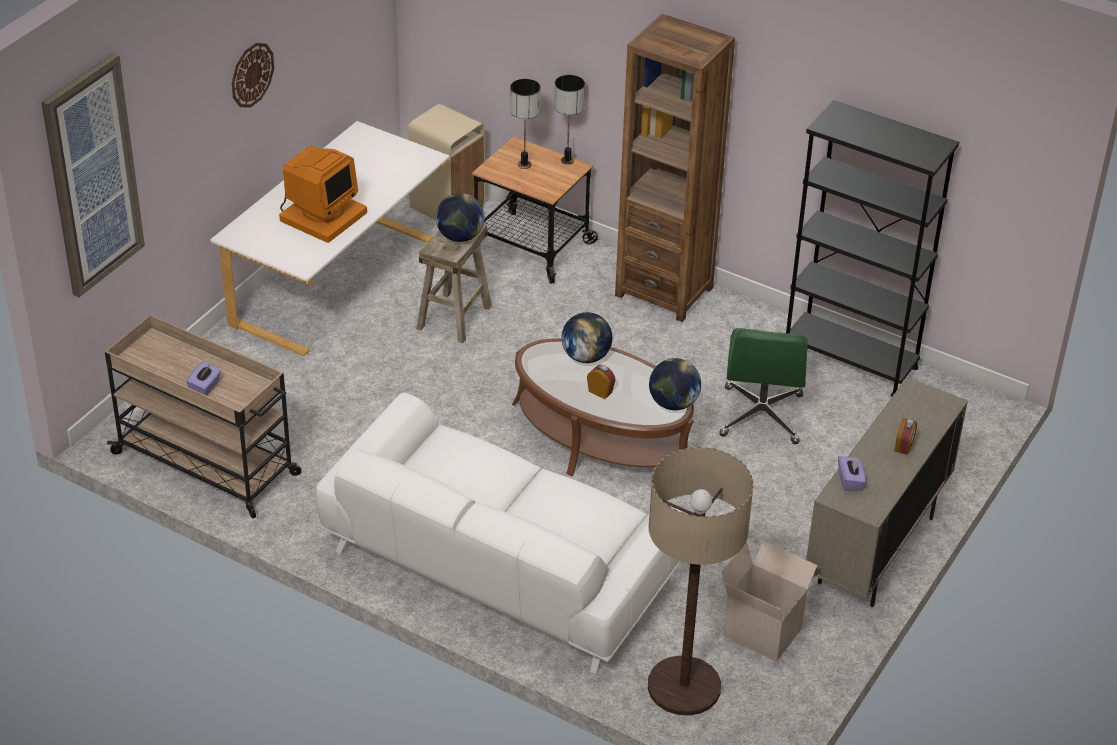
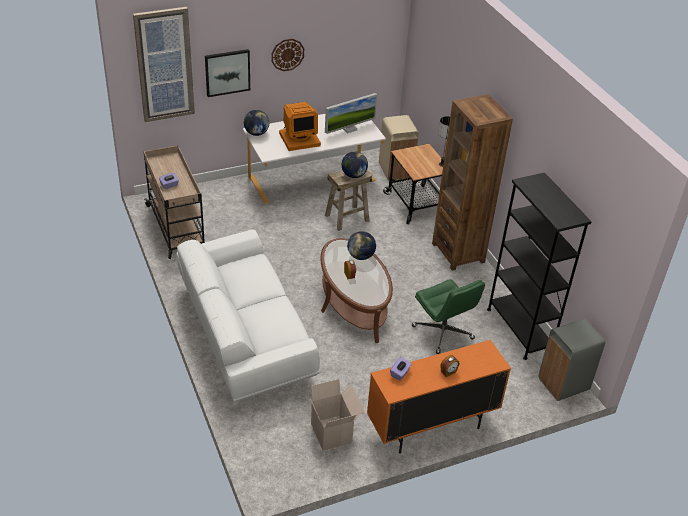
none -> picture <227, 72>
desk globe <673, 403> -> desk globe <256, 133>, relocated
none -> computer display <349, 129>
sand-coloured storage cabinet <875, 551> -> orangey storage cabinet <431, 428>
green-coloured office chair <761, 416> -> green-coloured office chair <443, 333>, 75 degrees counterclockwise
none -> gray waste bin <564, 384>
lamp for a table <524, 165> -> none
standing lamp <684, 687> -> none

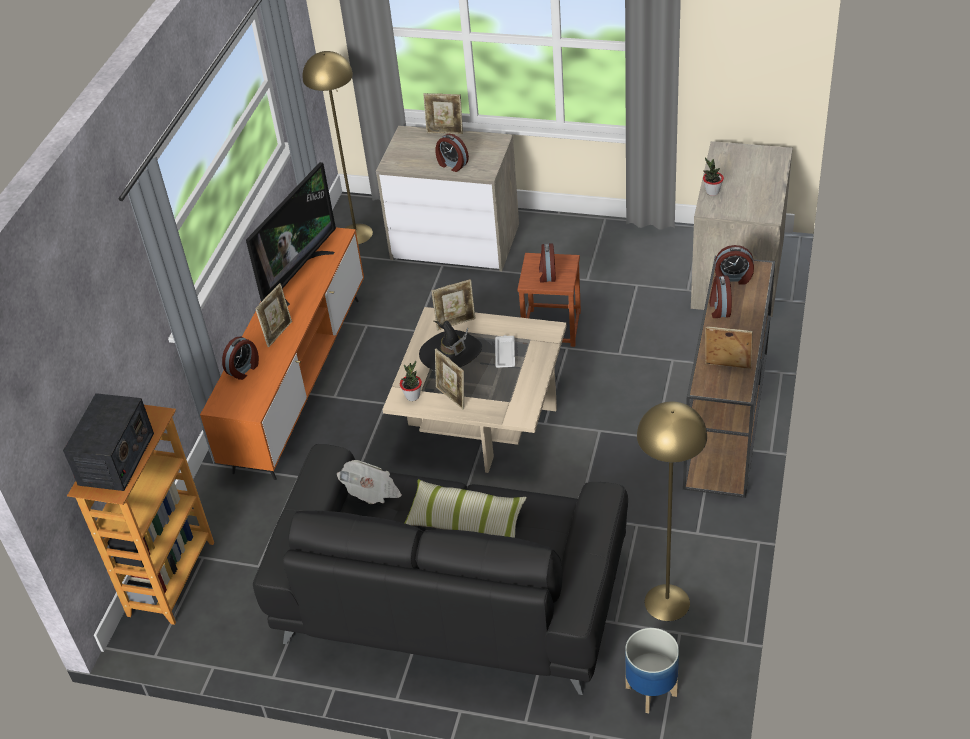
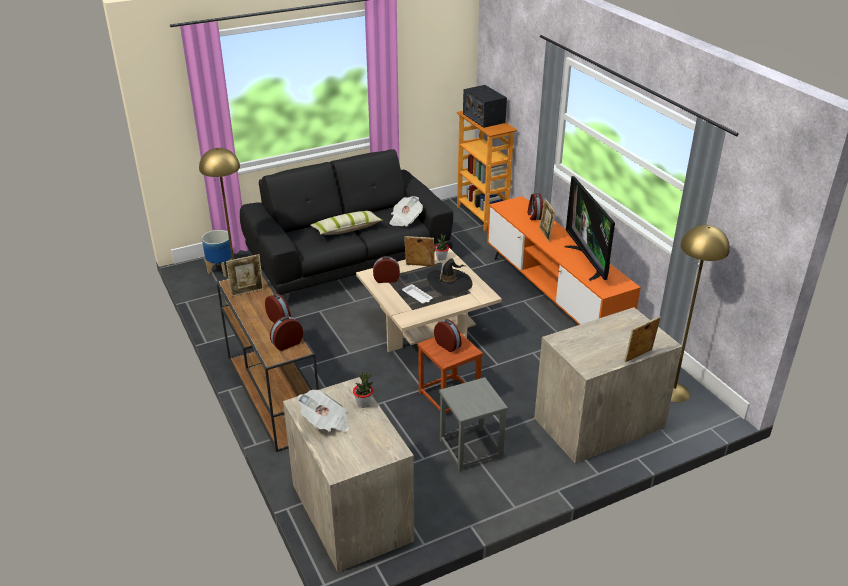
none -> printed paper <326, 422>
alarm clock <452, 165> -> alarm clock <386, 279>, relocated
none -> gray sitting stool <471, 449>
photo frame <456, 323> -> none

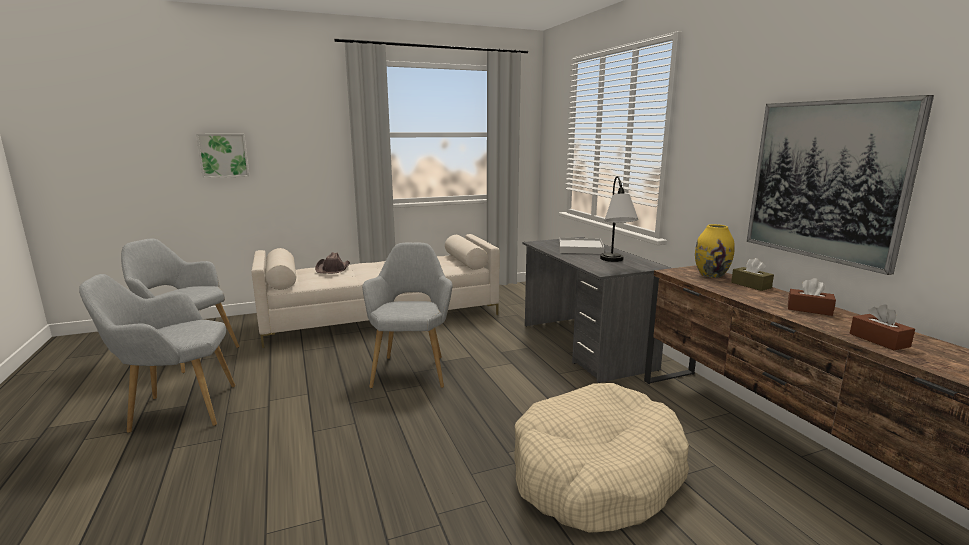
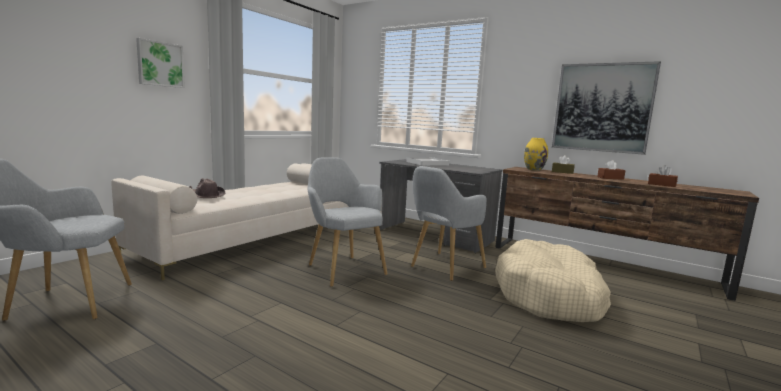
picture <223, 155> -> picture <160, 64>, relocated
gray lounge chair <176, 410> -> gray lounge chair <443, 268>, relocated
lamp for a table <614, 262> -> none

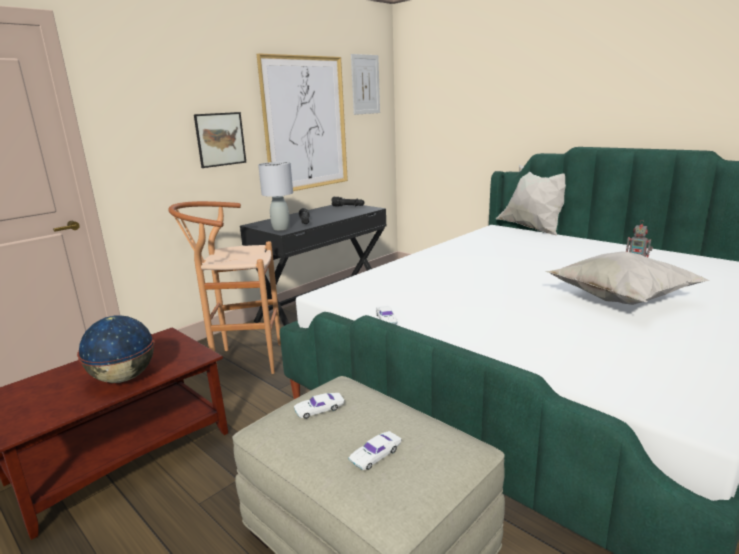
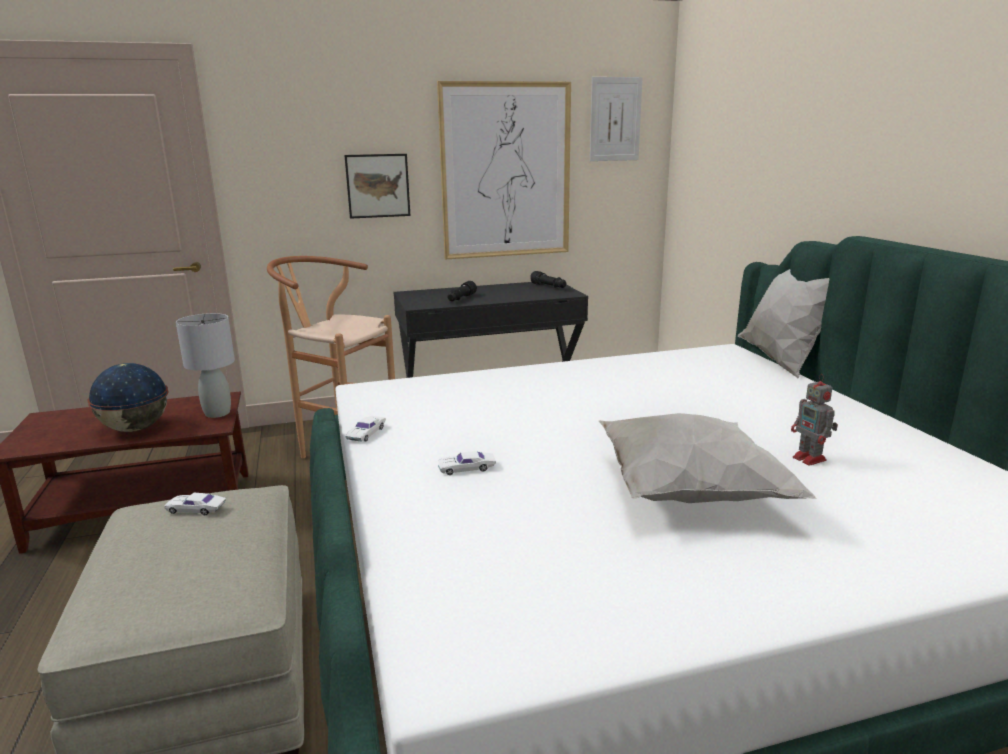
gray lamp for a table <280, 228> -> gray lamp for a table <217, 413>, relocated
whitish toy car <375, 454> -> whitish toy car <466, 468>, relocated

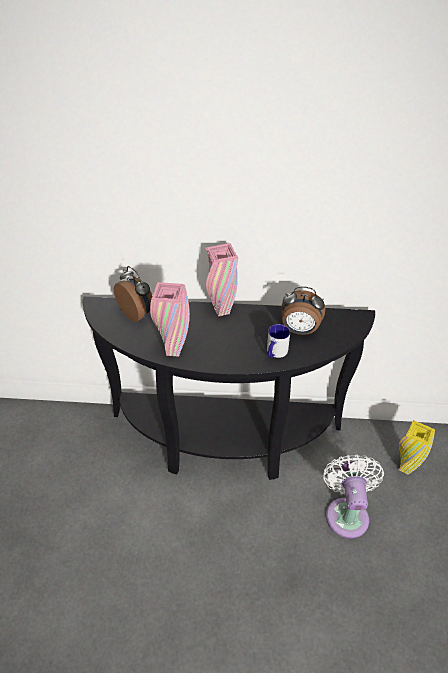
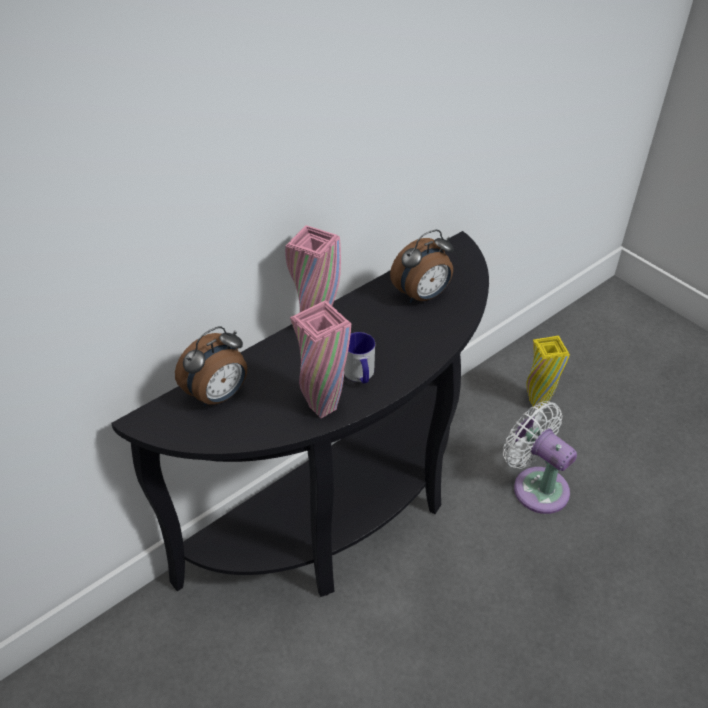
alarm clock <137, 313> -> alarm clock <218, 396>, 135 degrees clockwise
coffee mug <275, 353> -> coffee mug <360, 375>, relocated

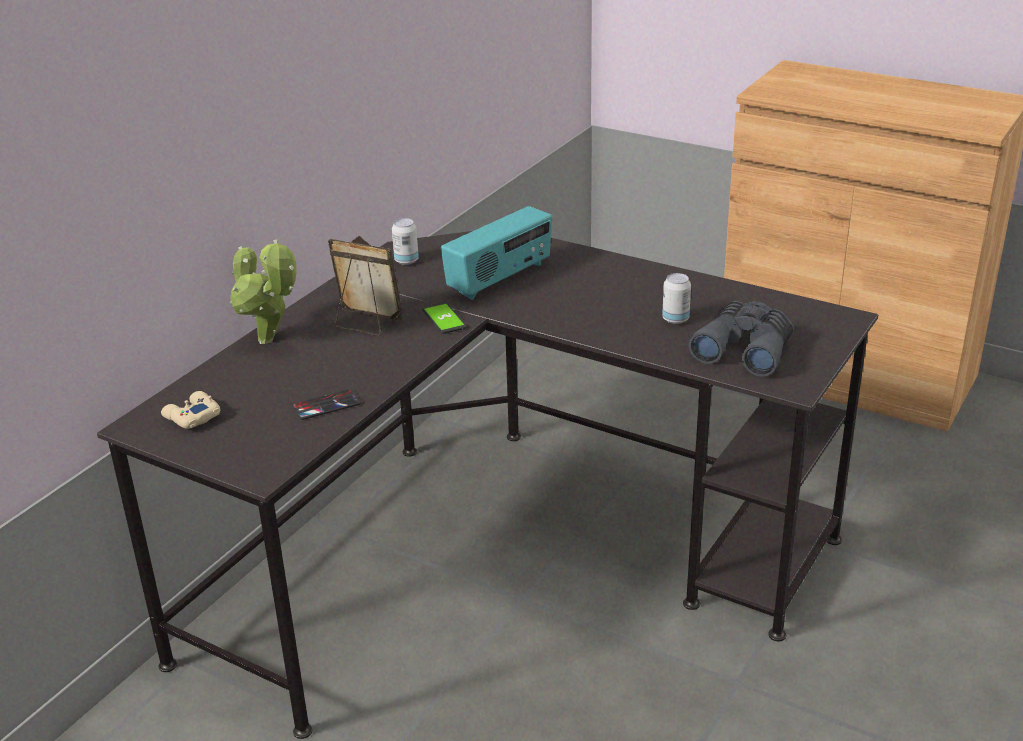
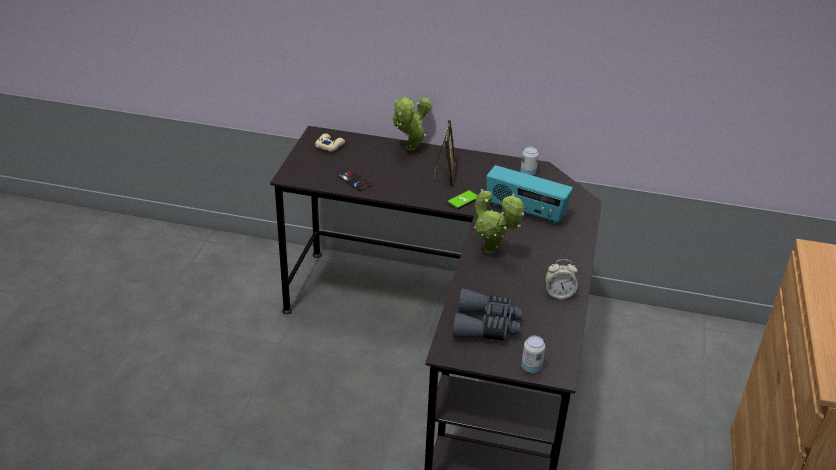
none -> potted plant <492, 252>
sealed can <675, 319> -> sealed can <531, 367>, relocated
none -> alarm clock <559, 294>

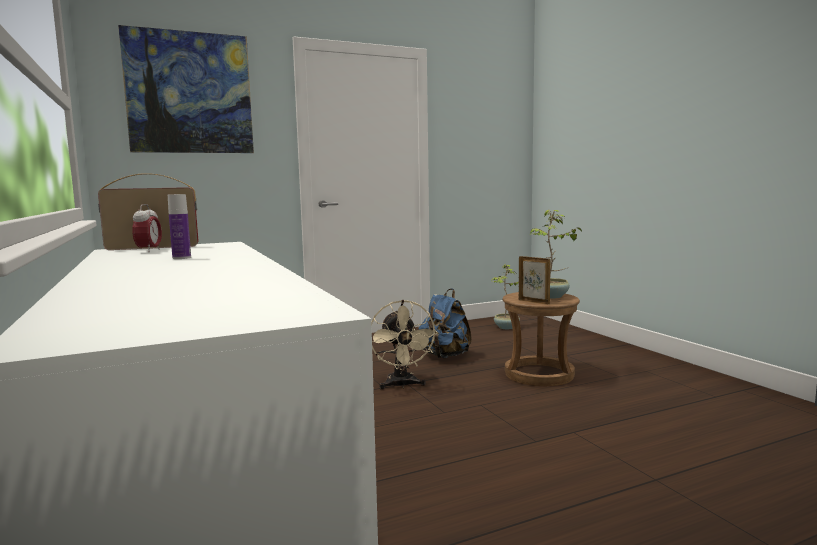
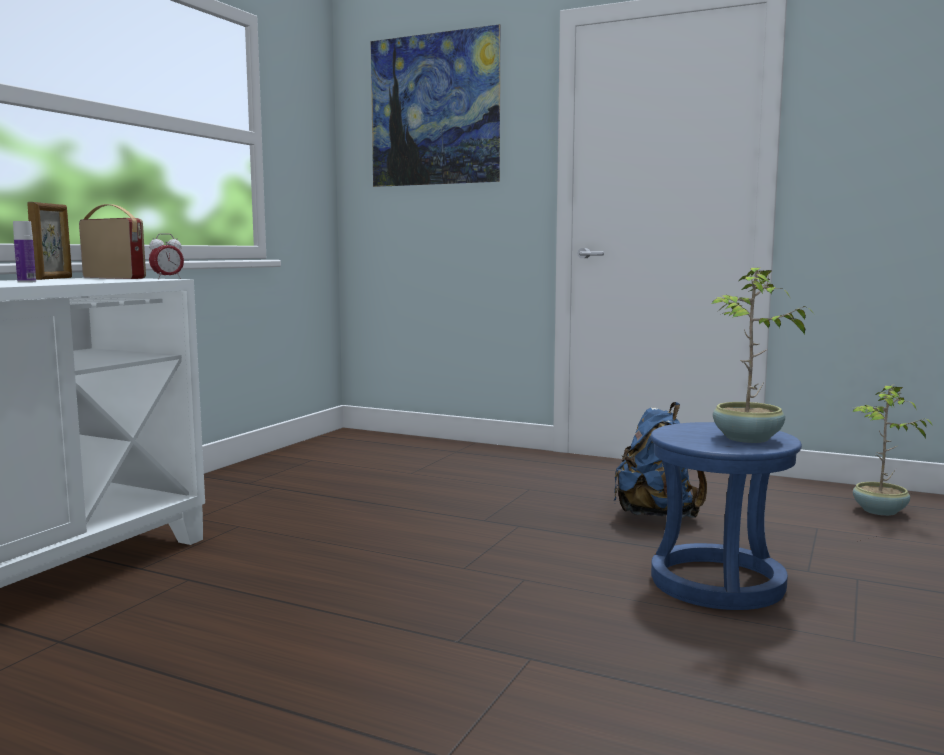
photo frame <534, 302> -> photo frame <54, 278>, relocated
alarm clock <149, 251> -> alarm clock <167, 279>, relocated
brown-coloured sitting stool <538, 374> -> blue-coloured sitting stool <716, 582>
sand-coloured fan <402, 385> -> none

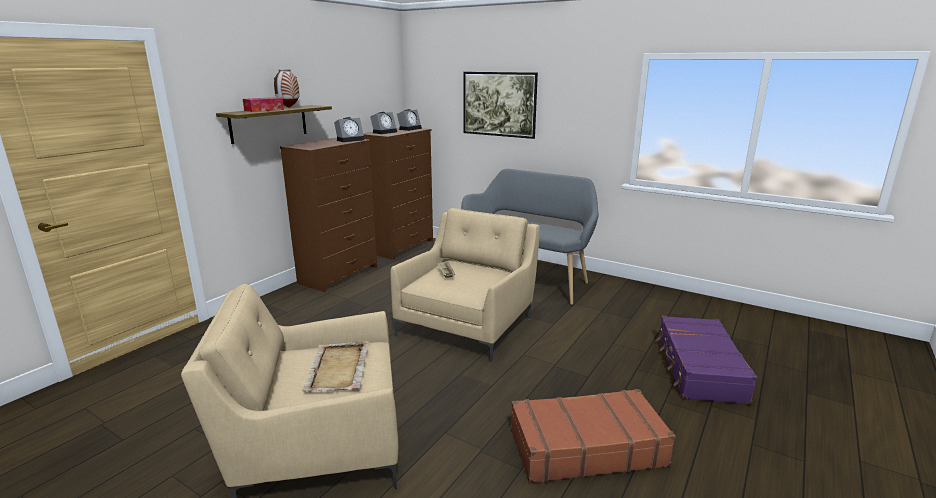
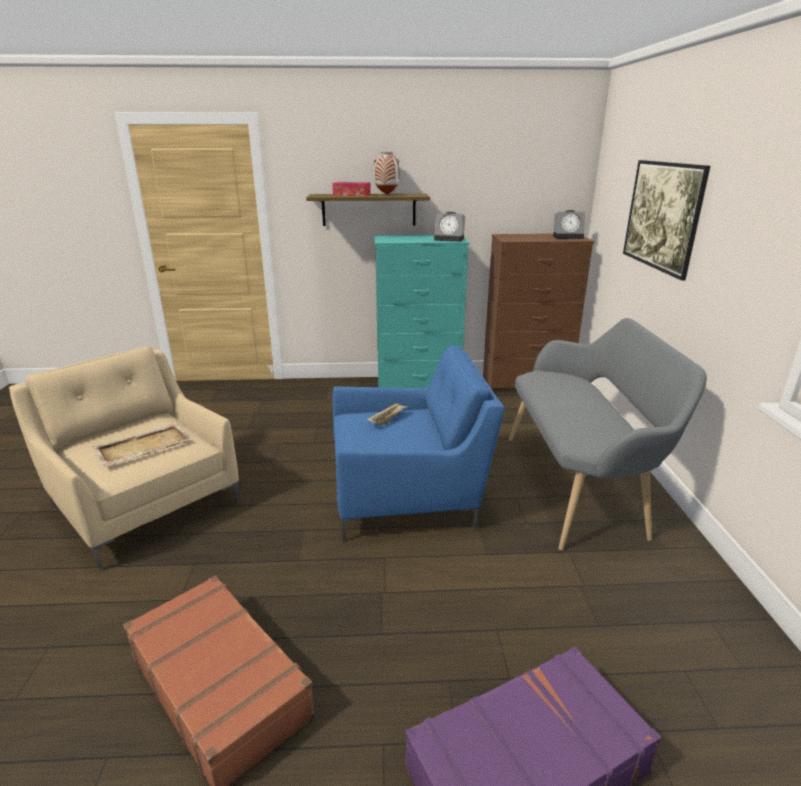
sand-coloured lounge chair <468, 325> -> blue-coloured lounge chair <408, 493>
brown-coloured chest of drawers <339, 275> -> blue-green chest of drawers <419, 386>
alarm clock <384, 132> -> none

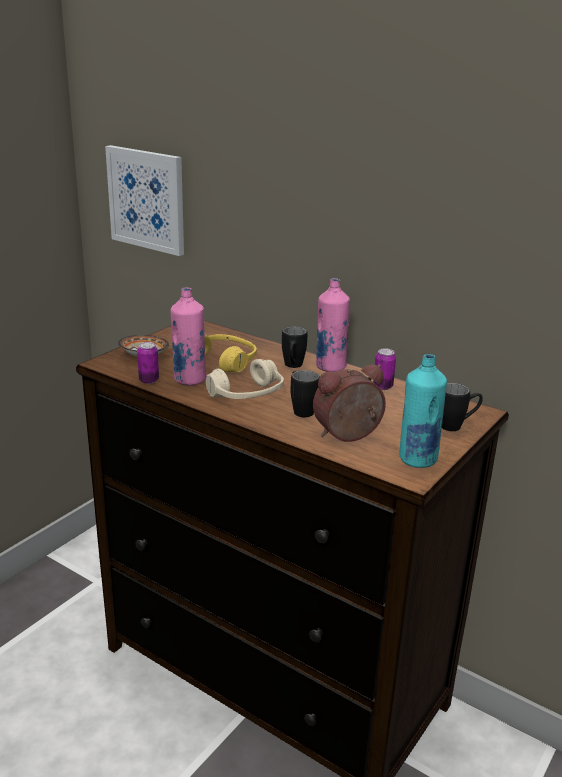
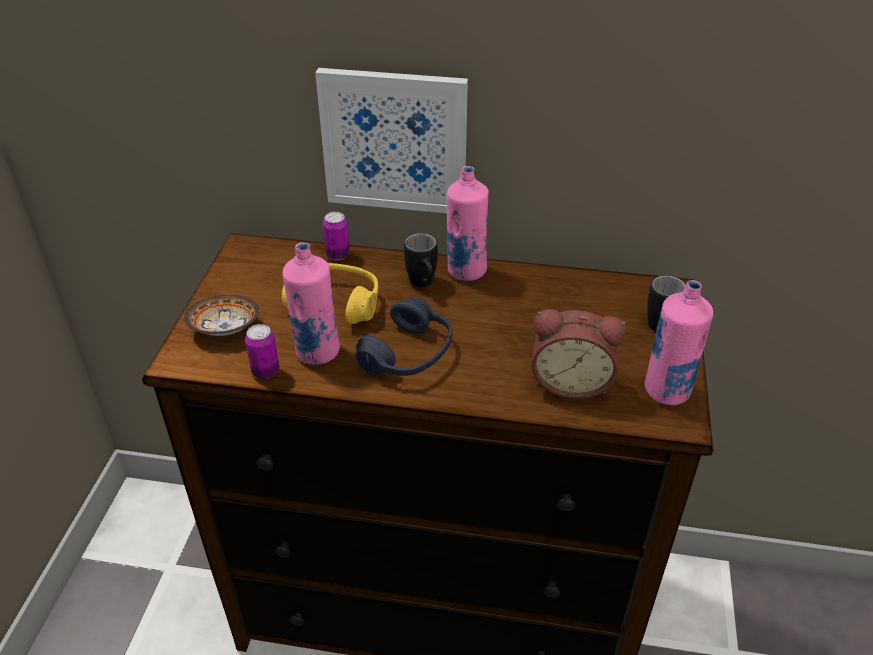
picture <147, 199> -> picture <394, 141>, relocated
sealed can <382, 386> -> sealed can <338, 255>, relocated
sand-coloured headphones <247, 395> -> blue-coloured headphones <408, 354>
alarm clock <349, 436> -> alarm clock <571, 381>, 120 degrees counterclockwise
blue-green drink bottle <417, 459> -> pinkish drink bottle <666, 391>
black coffee mug <301, 409> -> none

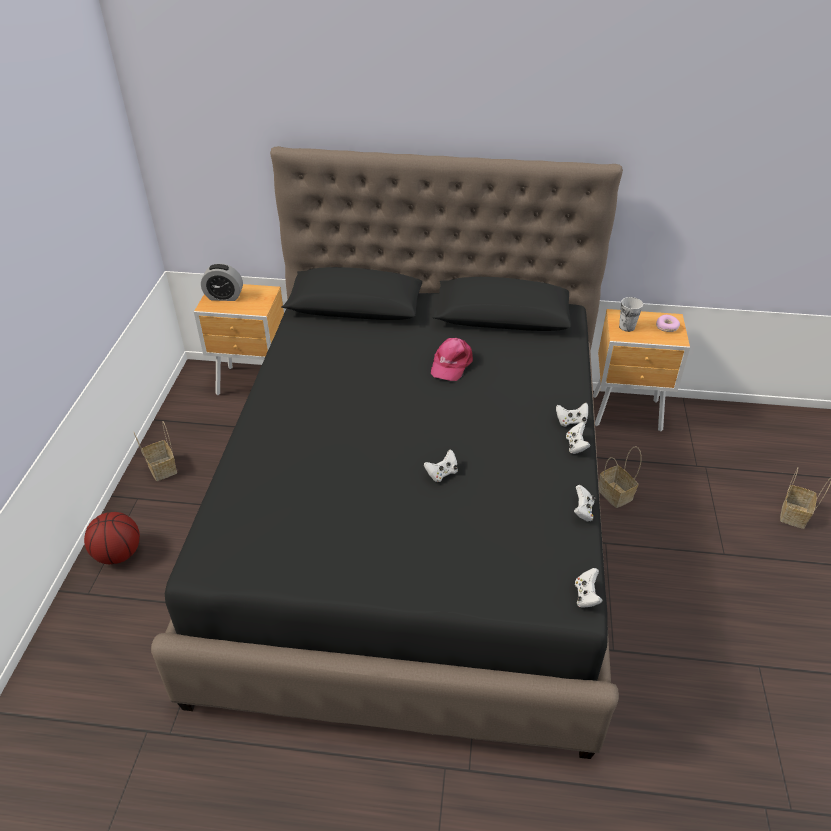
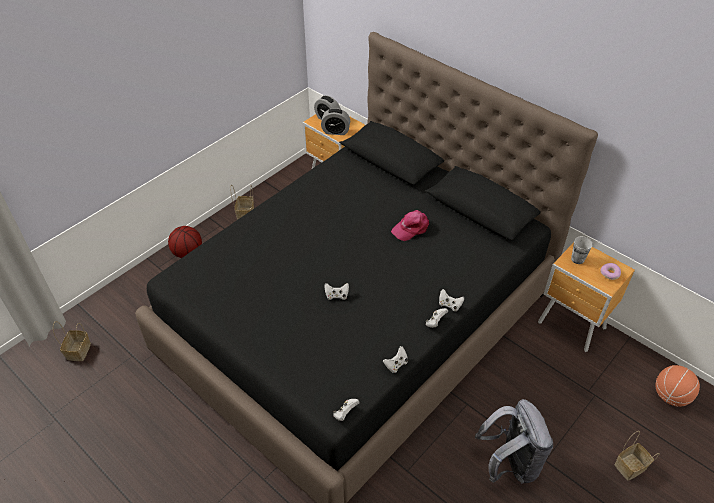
storage basket <616, 495> -> storage basket <79, 352>, relocated
none -> alarm clock <335, 131>
none -> gray knapsack <510, 463>
none -> ball for basketball <670, 395>

